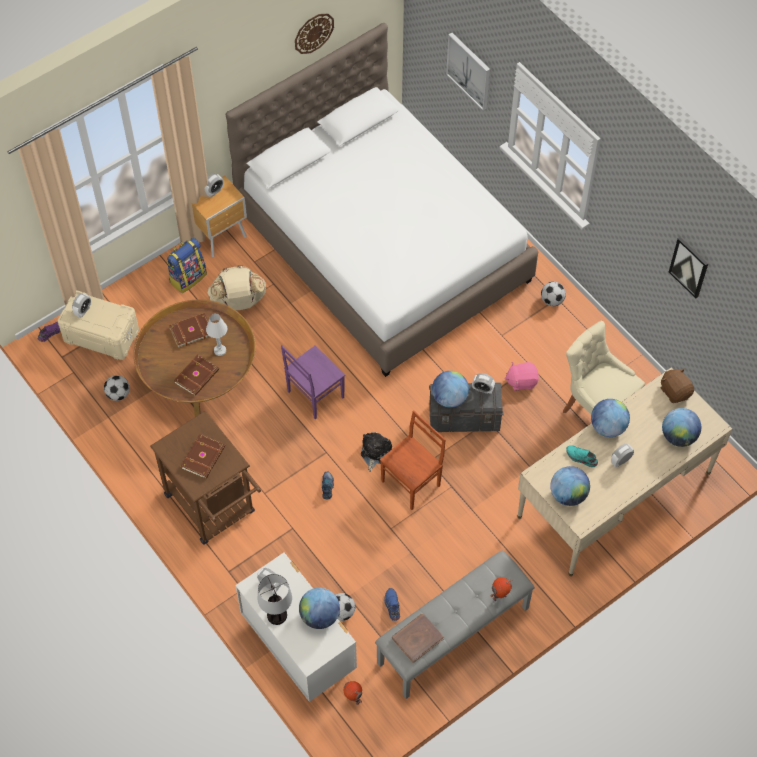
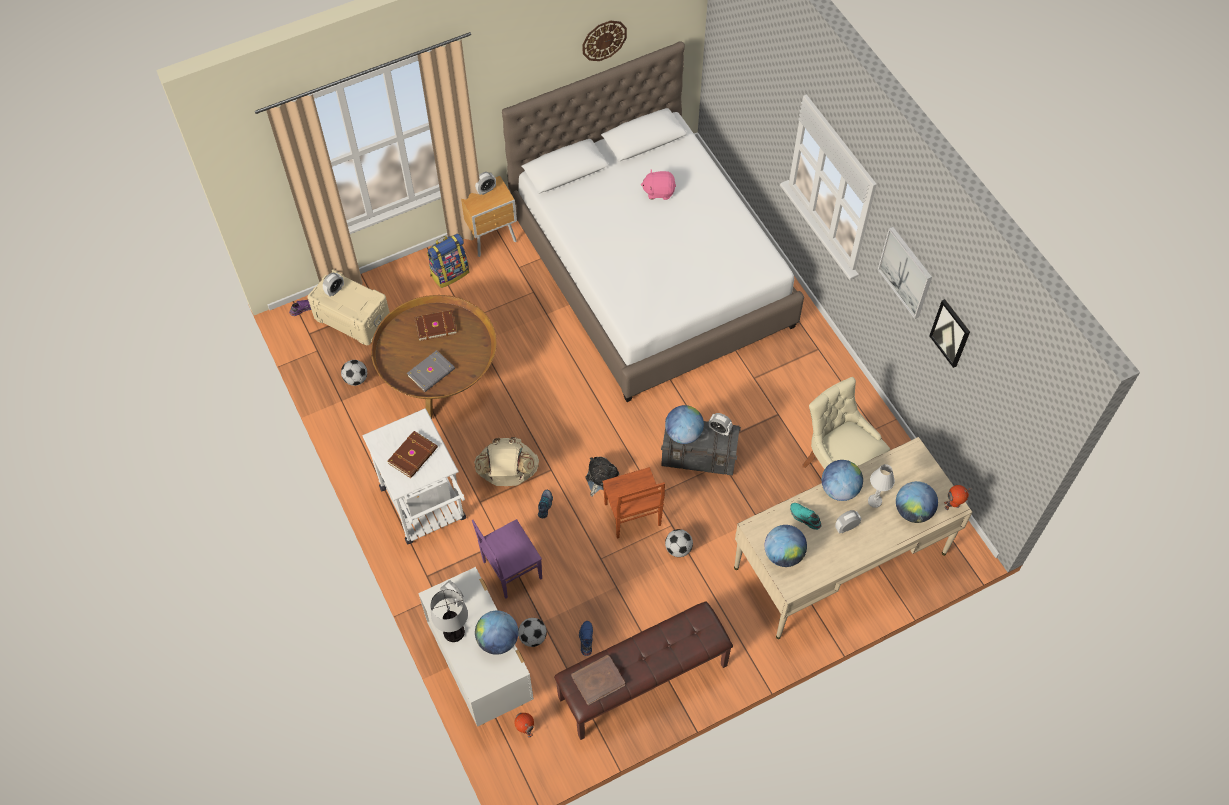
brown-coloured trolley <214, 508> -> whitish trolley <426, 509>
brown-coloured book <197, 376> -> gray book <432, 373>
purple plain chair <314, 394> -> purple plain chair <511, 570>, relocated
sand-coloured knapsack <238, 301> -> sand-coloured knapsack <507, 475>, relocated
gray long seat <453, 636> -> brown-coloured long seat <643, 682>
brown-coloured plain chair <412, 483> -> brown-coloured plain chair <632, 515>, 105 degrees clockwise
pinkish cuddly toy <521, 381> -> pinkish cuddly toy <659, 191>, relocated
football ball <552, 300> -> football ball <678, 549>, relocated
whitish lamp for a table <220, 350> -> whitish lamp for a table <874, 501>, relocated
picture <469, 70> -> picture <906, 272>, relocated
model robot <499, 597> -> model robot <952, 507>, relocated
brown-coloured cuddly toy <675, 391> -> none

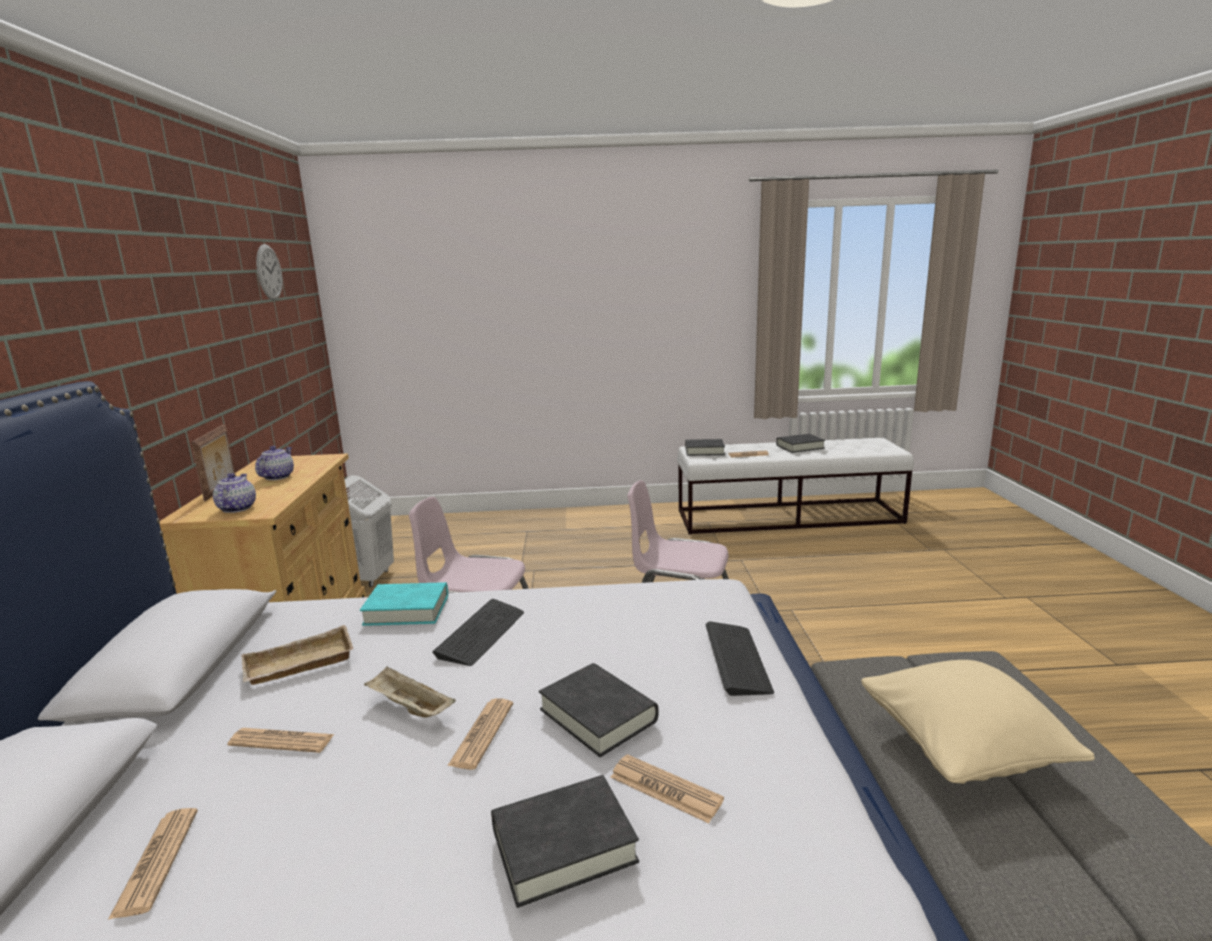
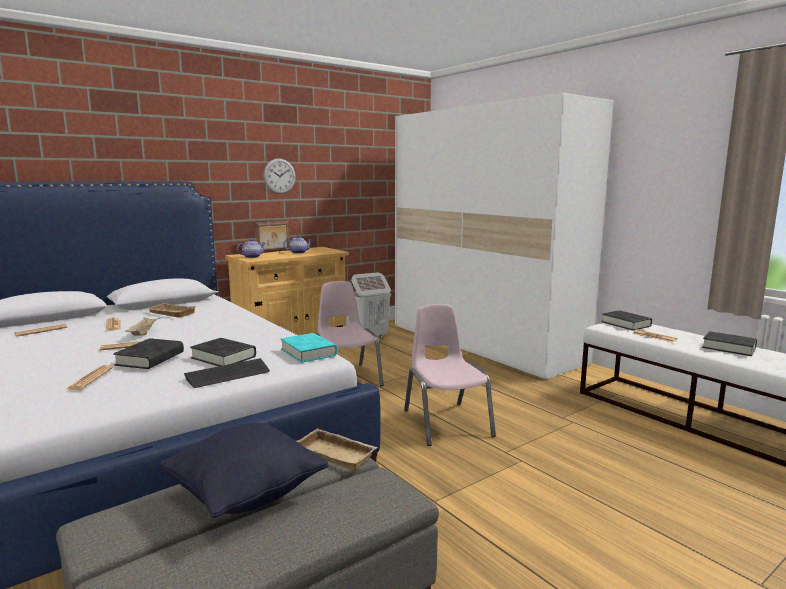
sand-coloured throw pillow <962, 751> -> black throw pillow <246, 495>
black book <563, 845> -> black book <223, 357>, relocated
wall clock <269, 272> -> wall clock <279, 176>, relocated
blue-green book <407, 610> -> blue-green book <308, 352>, relocated
none -> sand-coloured carrying tray <338, 453>
none -> whitish wardrobe <482, 343>
computer keyboard <481, 633> -> none

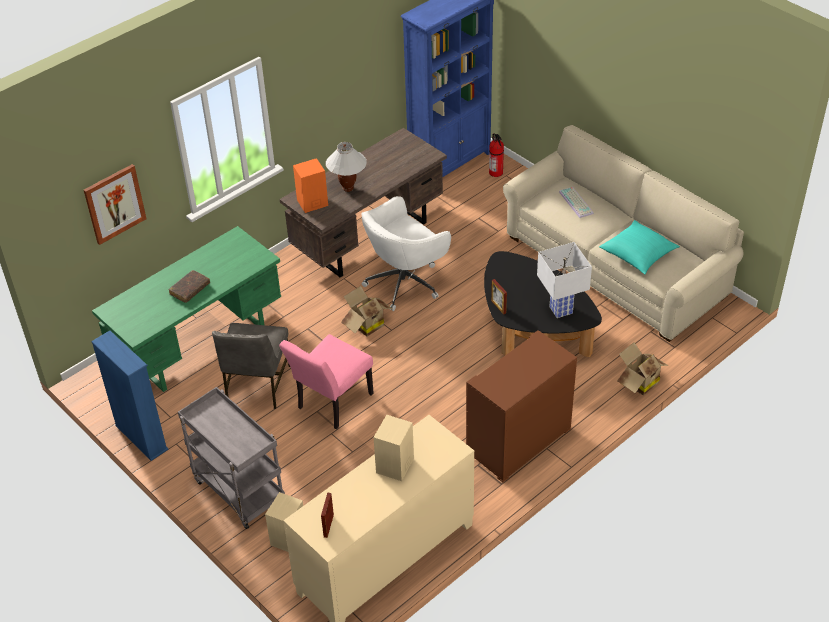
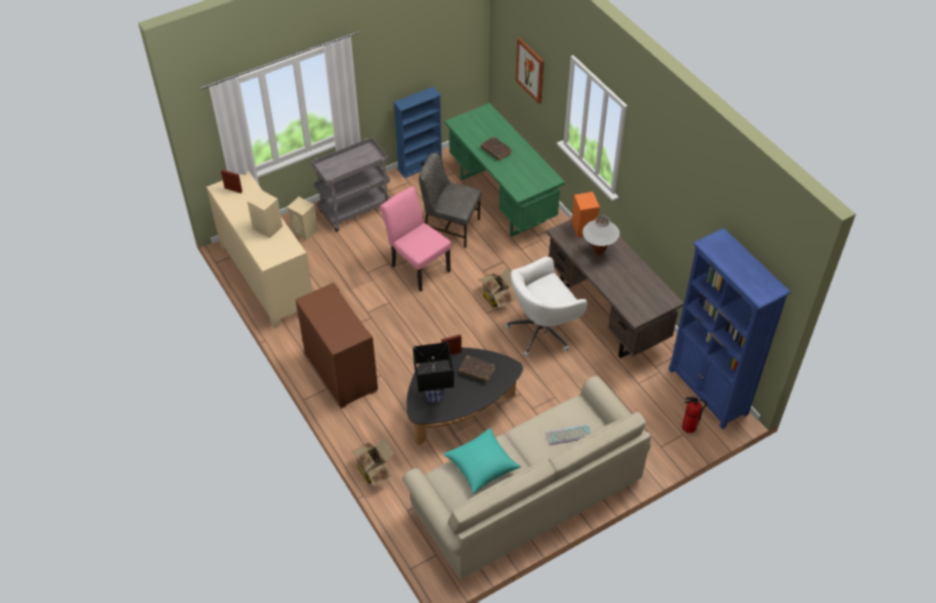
whitish lamp for a table <561, 310> -> black lamp for a table <434, 396>
none -> brown-coloured book <477, 371>
whitish office chair <405, 282> -> whitish office chair <543, 330>, 90 degrees counterclockwise

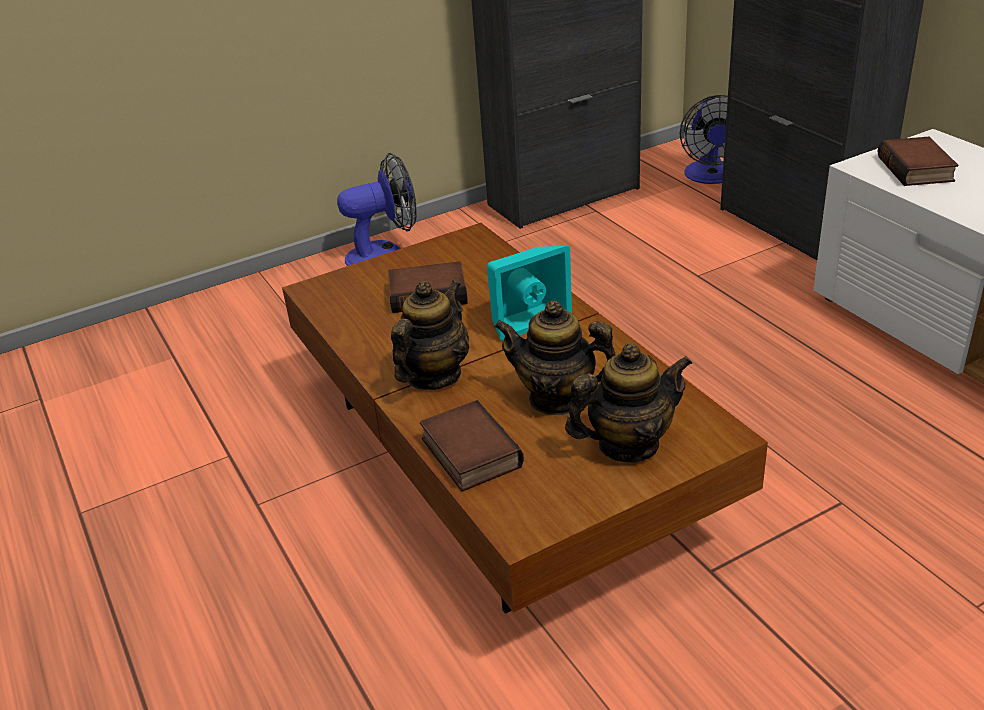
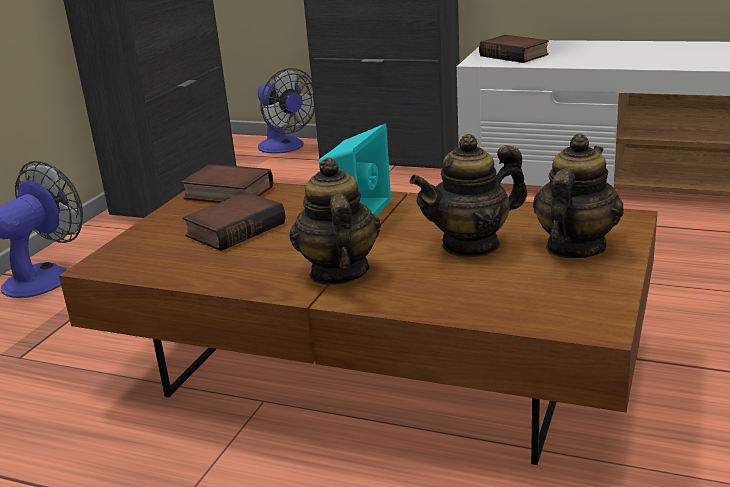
book <467, 453> -> book <226, 193>, relocated

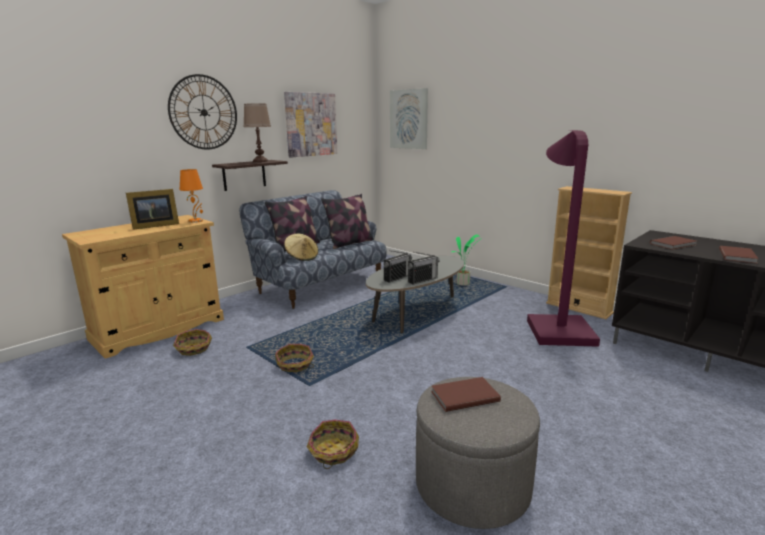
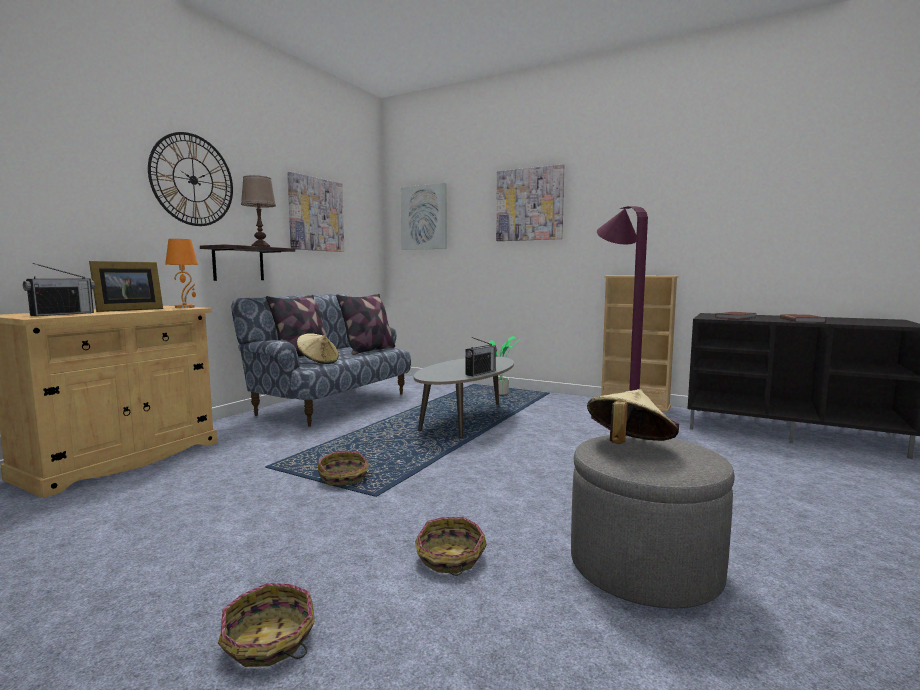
radio receiver <397, 278> -> radio receiver <62, 314>, relocated
storage basket <193, 349> -> storage basket <269, 642>, relocated
none -> picture <529, 204>
brown-coloured book <463, 396> -> sand-coloured clothing hat <628, 447>

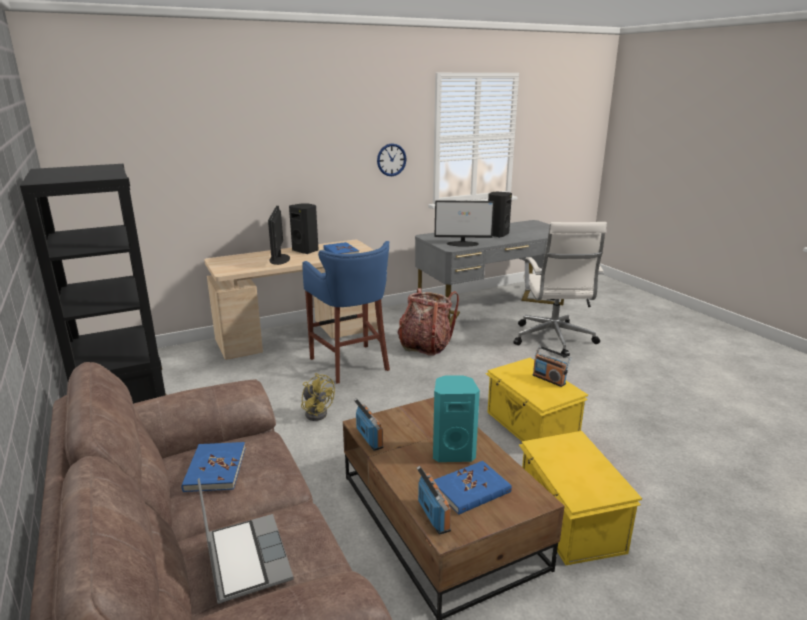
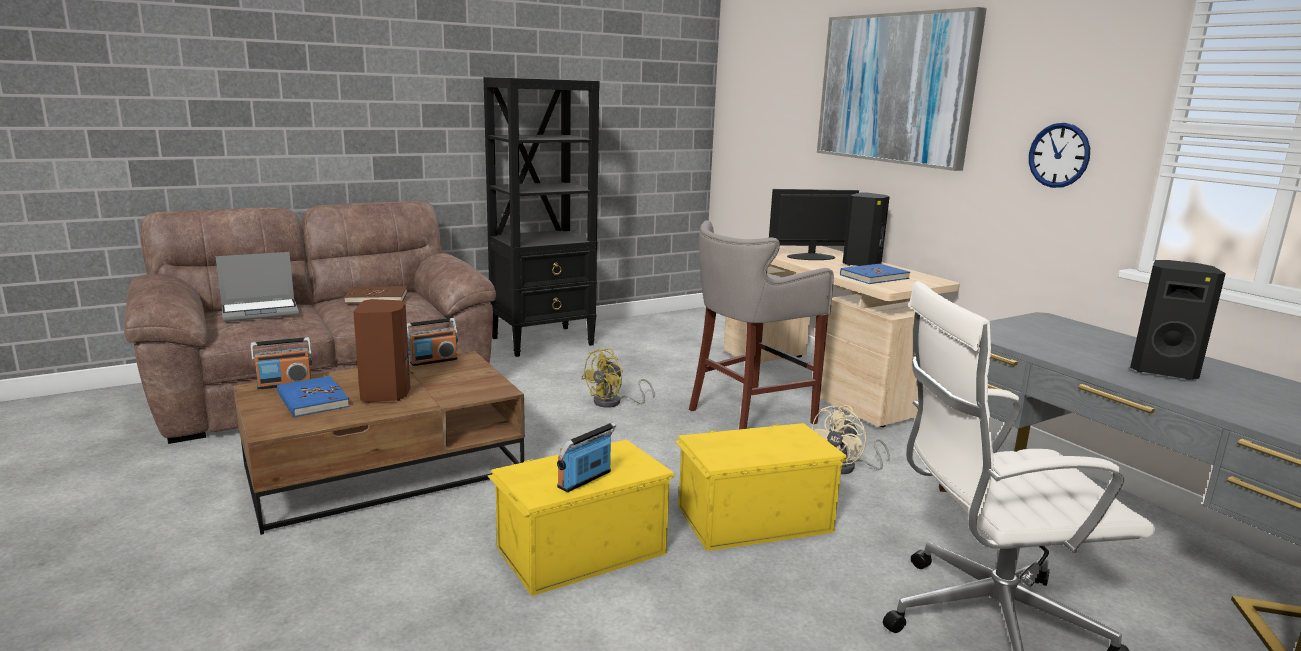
blue-coloured book <215, 469> -> brown-coloured book <377, 298>
blue-green loudspeaker <453, 452> -> brown-coloured loudspeaker <386, 394>
yellow-coloured storage bin <569, 521> -> yellow-coloured storage bin <752, 518>, relocated
blue-coloured sitting stool <351, 364> -> gray sitting stool <747, 416>
knapsack <425, 346> -> sand-coloured fan <846, 468>
none -> picture <895, 89>
computer display <463, 244> -> none

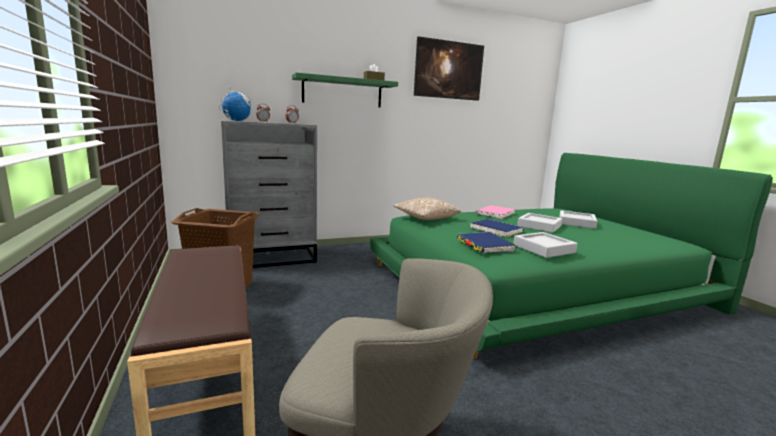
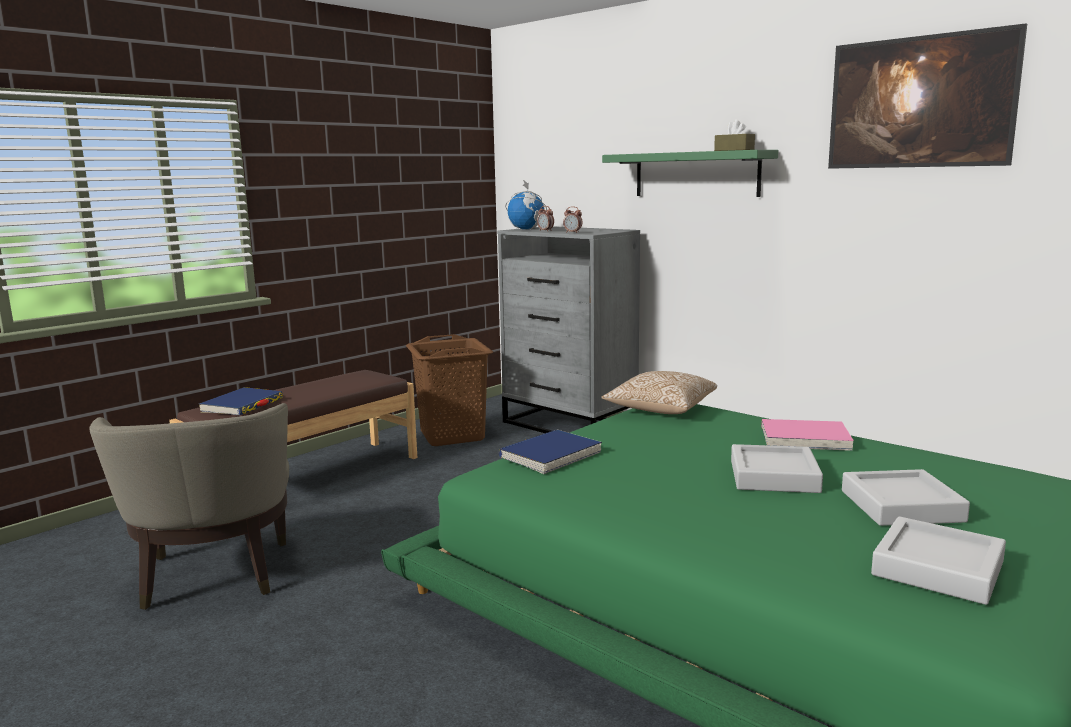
blue-coloured book <496, 230> -> blue-coloured book <242, 405>, relocated
gray carrying tray <543, 249> -> gray carrying tray <937, 568>, relocated

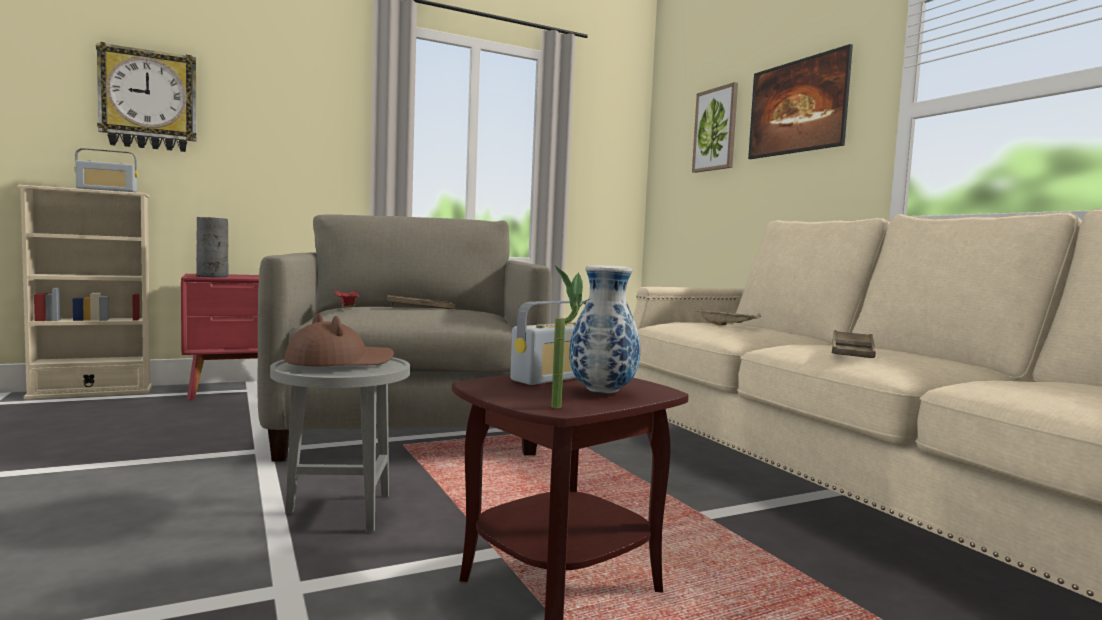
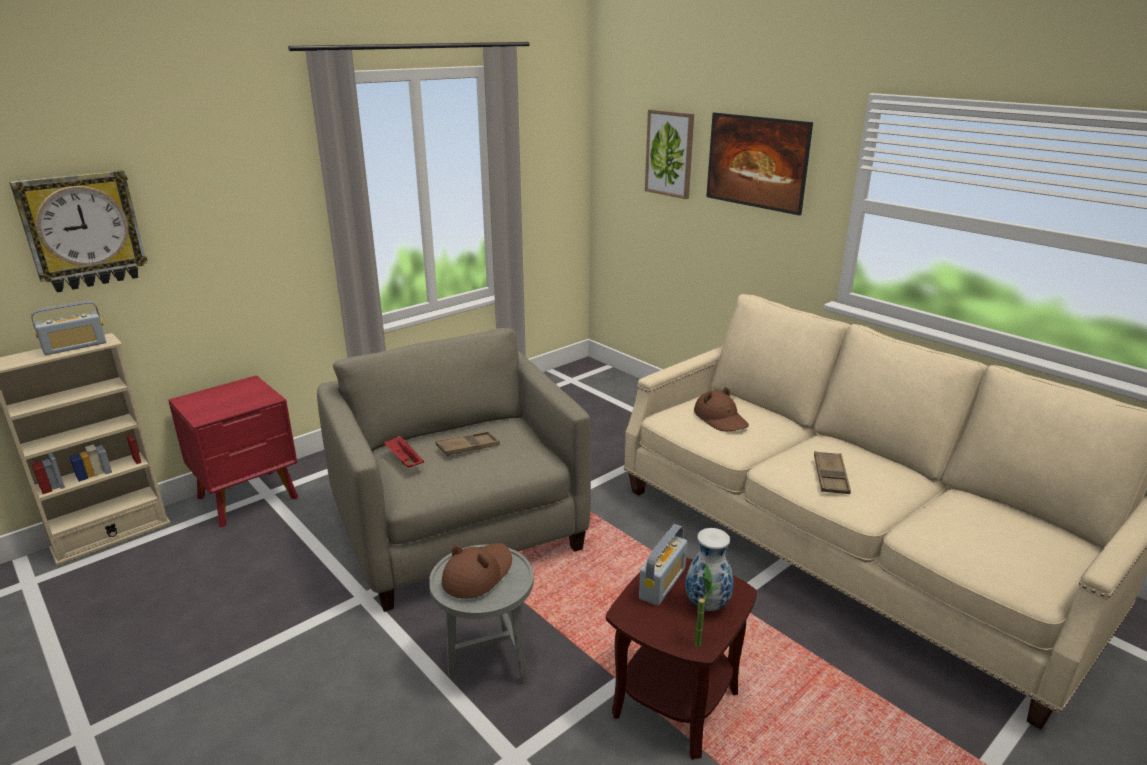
sand-coloured carrying tray <727, 325> -> brown-coloured clothing hat <721, 418>
gray decorative vase <212, 276> -> none

